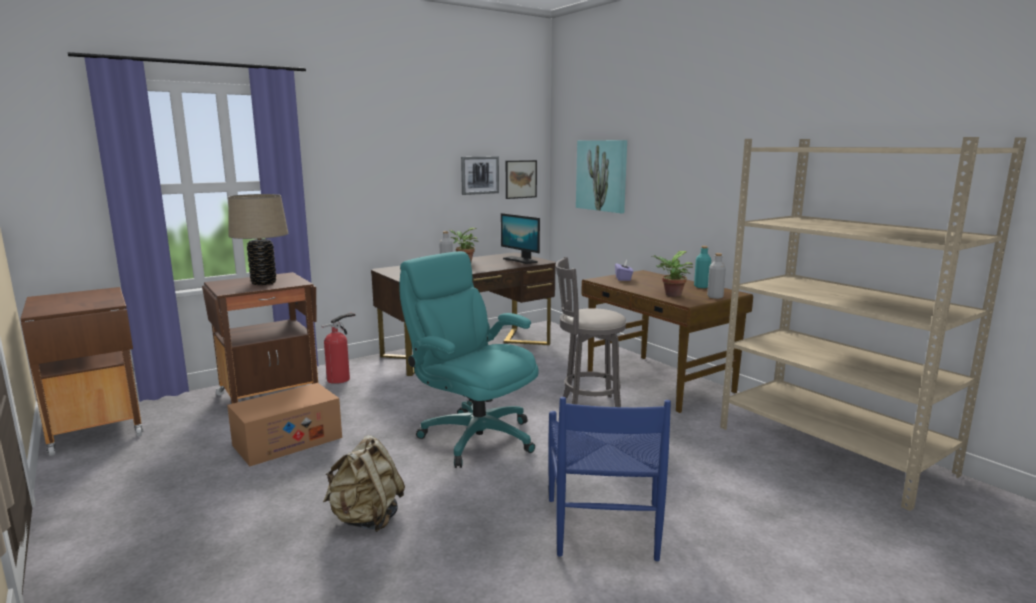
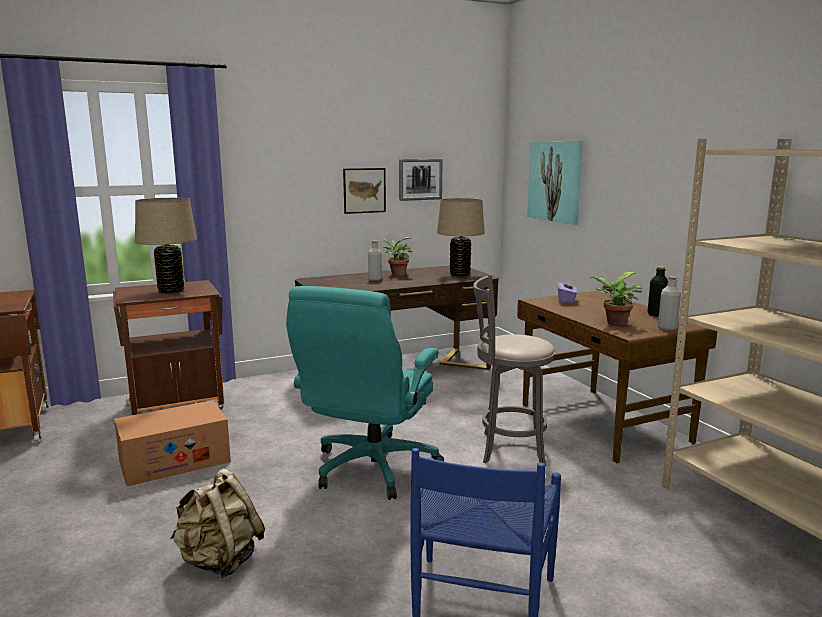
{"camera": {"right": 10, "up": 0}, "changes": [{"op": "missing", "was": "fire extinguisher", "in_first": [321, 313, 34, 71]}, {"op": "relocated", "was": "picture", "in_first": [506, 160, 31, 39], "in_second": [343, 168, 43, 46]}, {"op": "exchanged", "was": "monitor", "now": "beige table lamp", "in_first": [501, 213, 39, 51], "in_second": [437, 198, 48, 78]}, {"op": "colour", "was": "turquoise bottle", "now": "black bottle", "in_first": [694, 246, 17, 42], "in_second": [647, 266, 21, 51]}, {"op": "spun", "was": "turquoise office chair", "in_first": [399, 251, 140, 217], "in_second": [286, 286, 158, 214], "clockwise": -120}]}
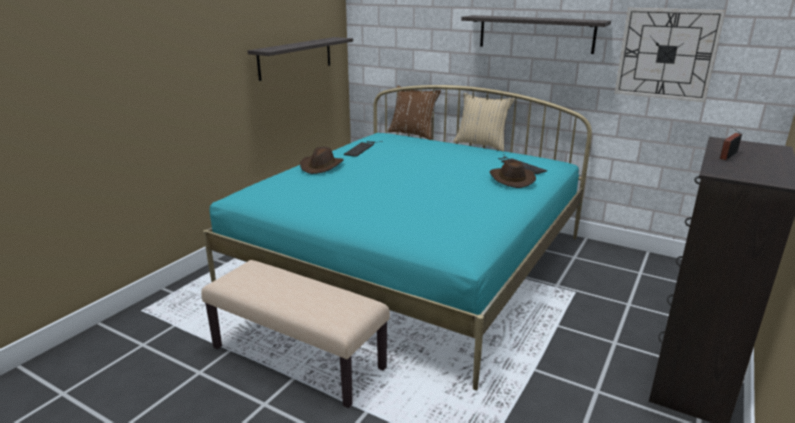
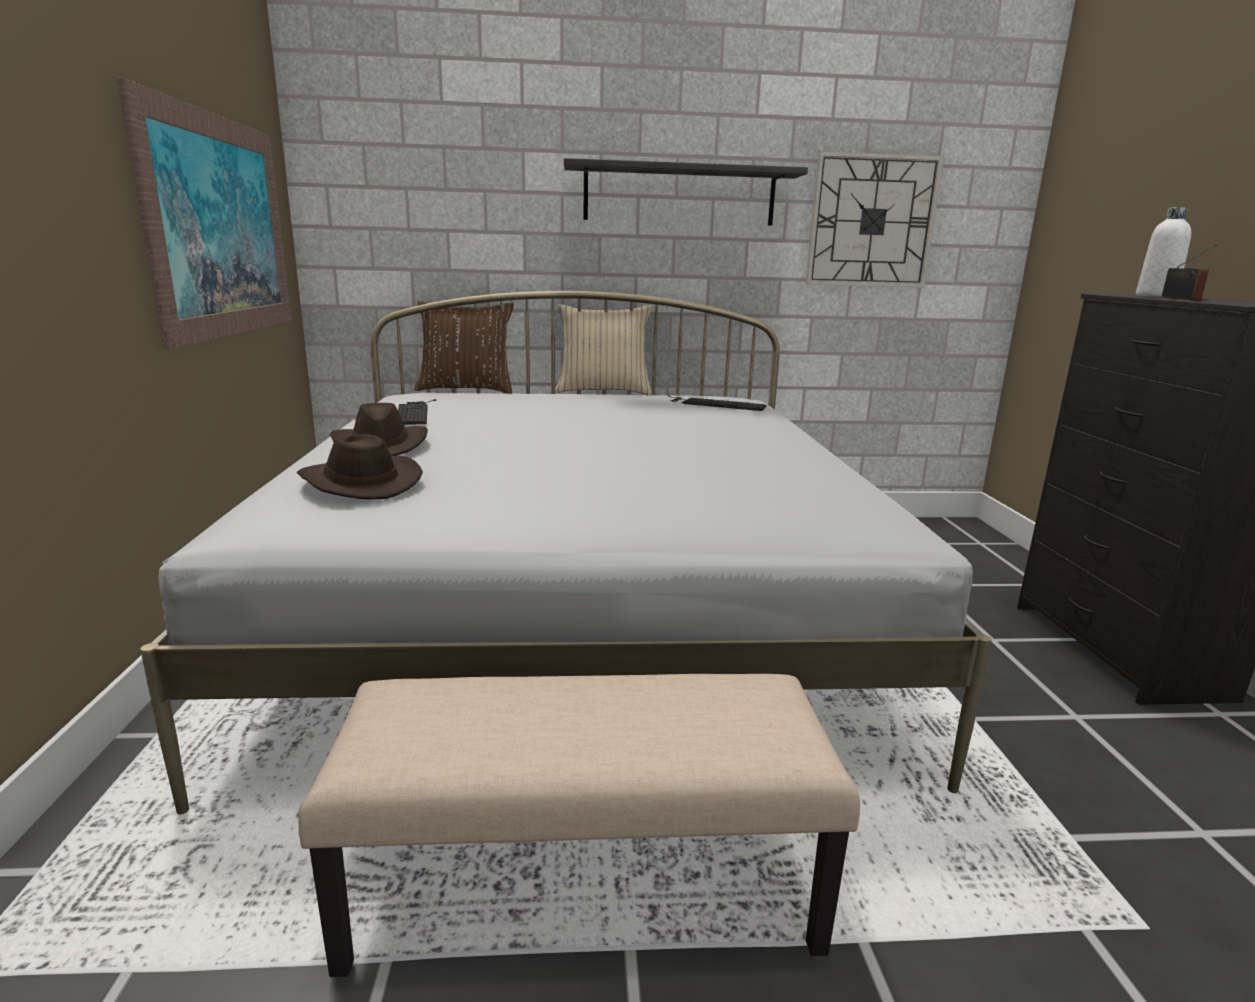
{"camera": {"right": -35, "up": -5}, "changes": [{"op": "appeared", "now": "white bottle", "in_second": [1136, 207, 55, 90]}, {"op": "relocated", "was": "brown hat", "in_first": [489, 160, 47, 28], "in_second": [297, 434, 126, 66]}, {"op": "exchanged", "was": "shelf", "now": "picture", "in_first": [248, 37, 105, 44], "in_second": [117, 78, 175, 271]}, {"op": "colour", "was": "turquoise bed", "now": "white bed", "in_first": [203, 85, 389, 305], "in_second": [140, 291, 852, 524]}]}
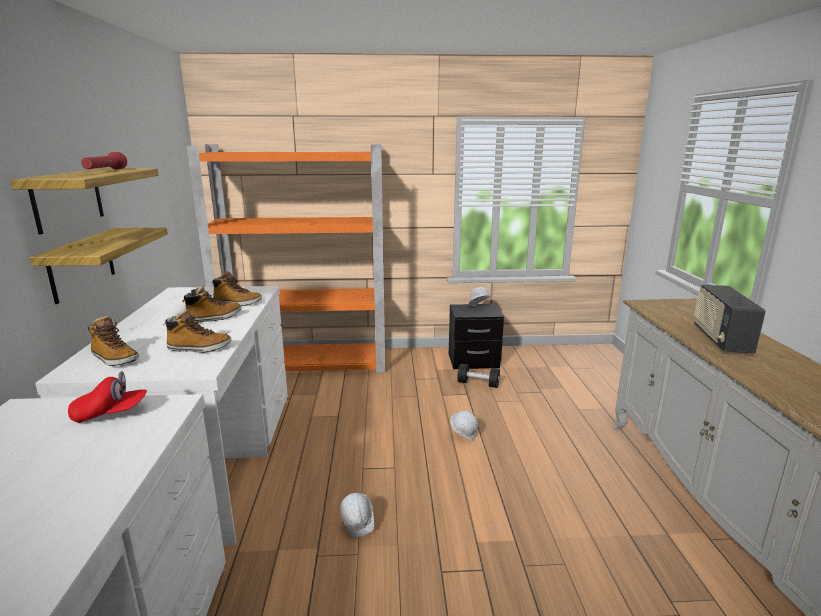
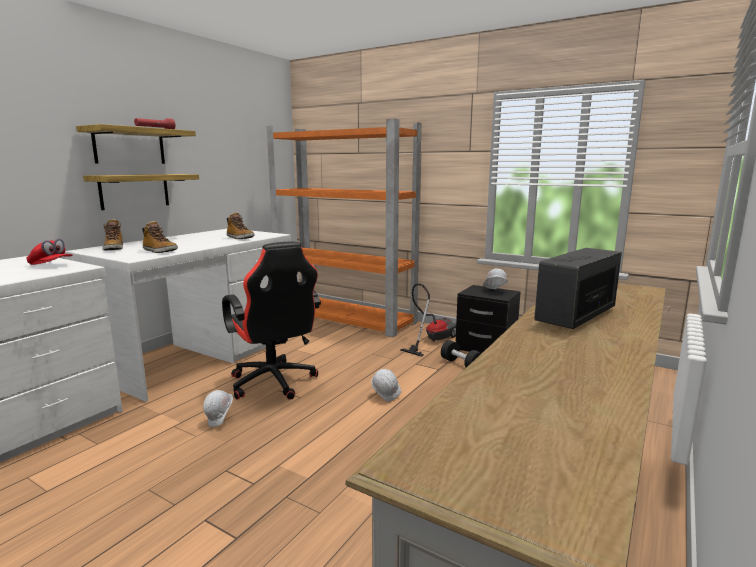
{"camera": {"right": 35, "up": -5}, "changes": [{"op": "missing", "was": "boot", "in_first": [182, 285, 59, 37]}, {"op": "appeared", "now": "black office chair", "in_second": [222, 242, 99, 158]}, {"op": "appeared", "now": "vacuum cleaner", "in_second": [400, 283, 56, 74]}]}
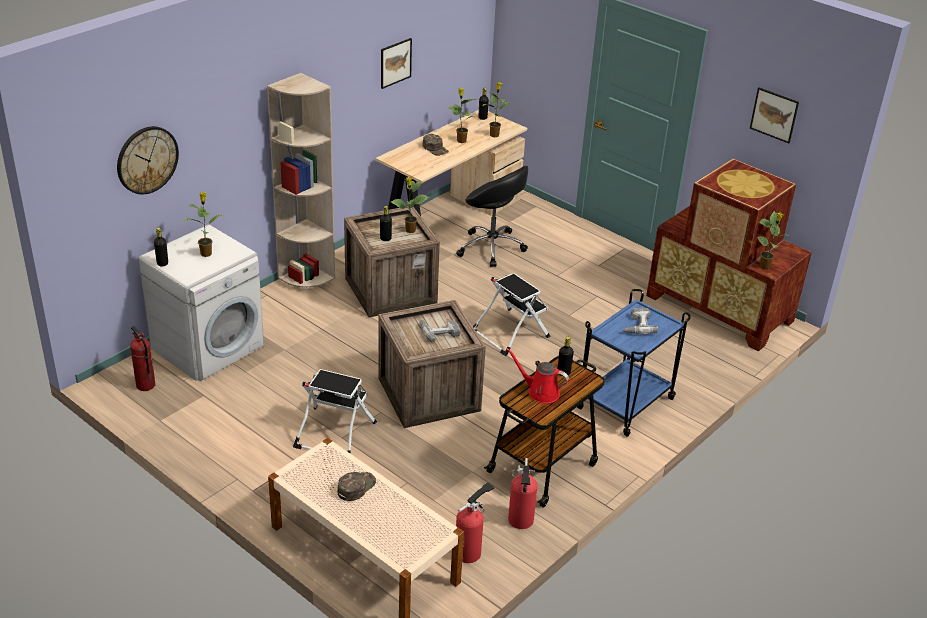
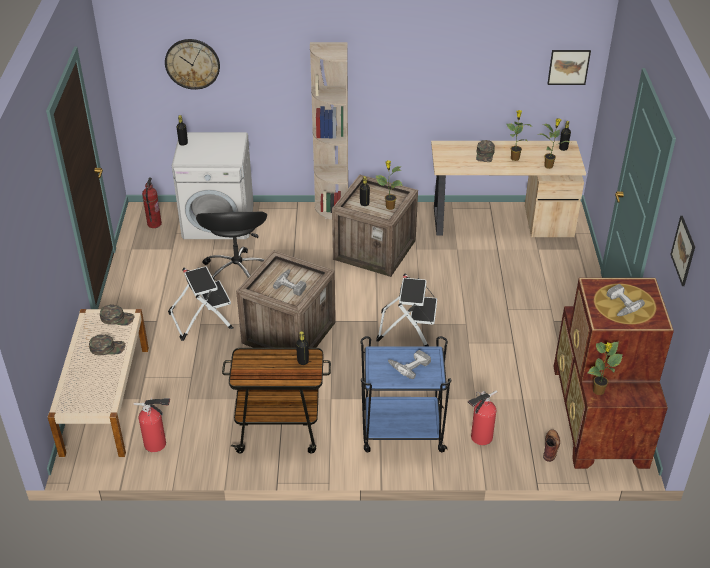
{"camera": {"right": 50, "up": 5}, "changes": [{"op": "missing", "was": "potted plant", "in_first": [184, 192, 38, 65]}, {"op": "missing", "was": "red watering can", "in_first": [506, 348, 63, 55]}, {"op": "appeared", "now": "green cap", "in_second": [100, 304, 35, 22]}, {"op": "appeared", "now": "brown boot", "in_second": [543, 430, 17, 32]}, {"op": "appeared", "now": "power drill", "in_second": [607, 284, 38, 32]}, {"op": "relocated", "was": "picture", "in_first": [381, 38, 31, 51], "in_second": [547, 50, 44, 35]}, {"op": "relocated", "was": "black office chair", "in_first": [456, 166, 72, 101], "in_second": [196, 211, 71, 70]}, {"op": "relocated", "was": "fire extinguisher", "in_first": [508, 458, 30, 71], "in_second": [468, 390, 29, 55]}]}
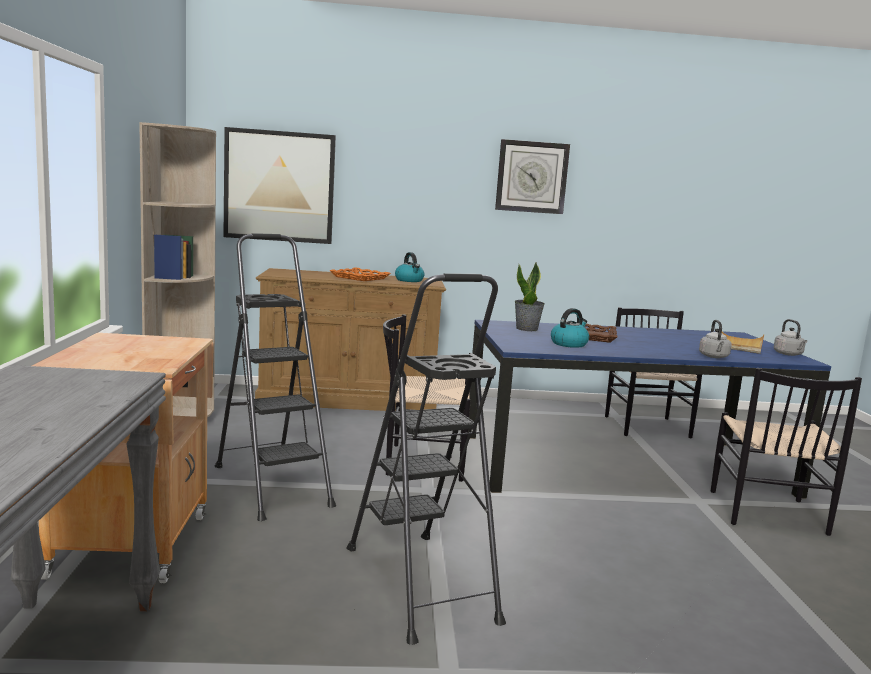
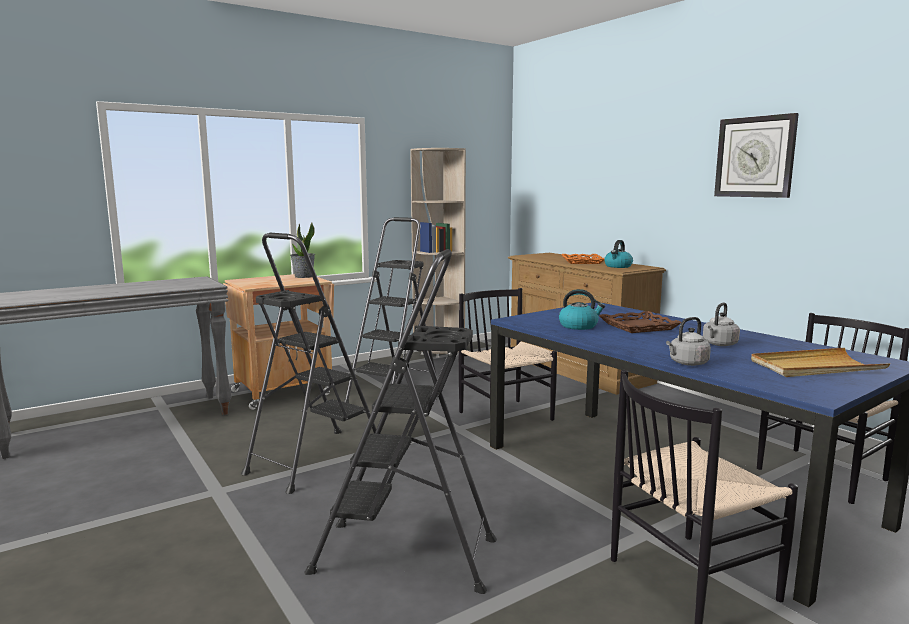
{"camera": {"right": 60, "up": 0}, "changes": [{"op": "missing", "was": "picture", "in_first": [223, 127, 113, 117]}, {"op": "appeared", "now": "step ladder", "in_second": [304, 249, 193, 345]}, {"op": "relocated", "was": "potted plant", "in_first": [515, 263, 30, 68], "in_second": [290, 223, 25, 55]}, {"op": "relocated", "was": "grey kettle", "in_first": [774, 319, 33, 37], "in_second": [703, 303, 37, 43]}]}
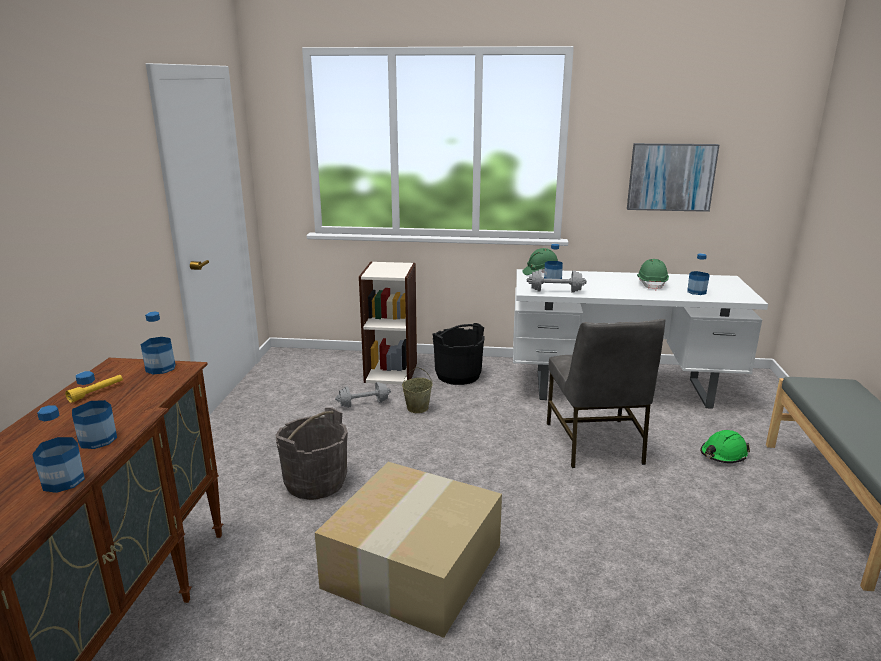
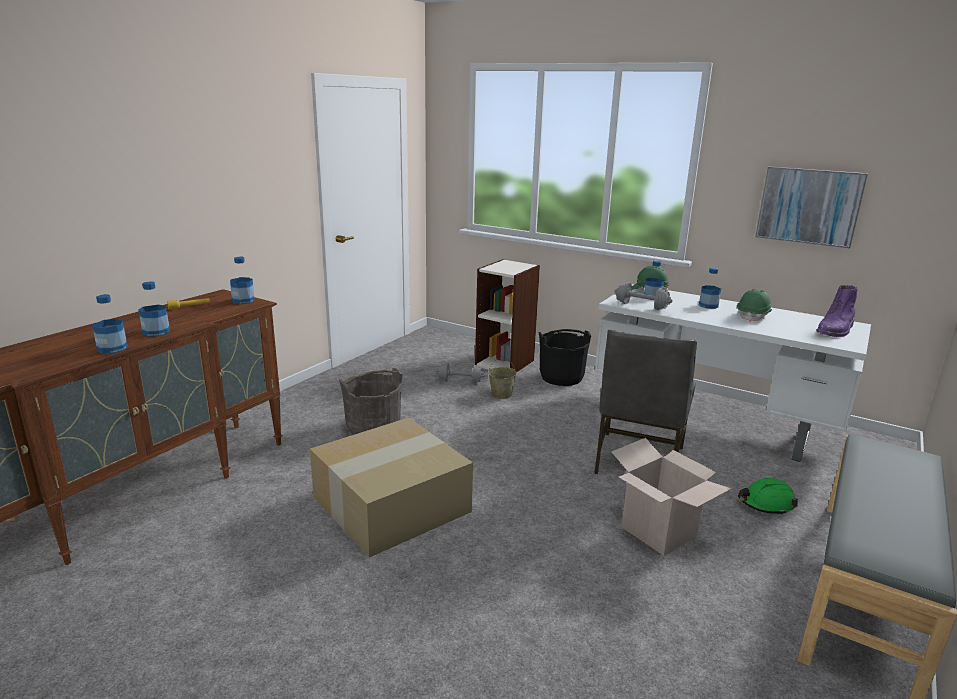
{"camera": {"right": 25, "up": 0}, "changes": [{"op": "appeared", "now": "cardboard box", "in_second": [612, 438, 120, 118]}, {"op": "appeared", "now": "purple boot", "in_second": [816, 285, 42, 52]}, {"op": "relocated", "was": "bottle", "in_first": [687, 253, 23, 42], "in_second": [699, 268, 22, 41]}]}
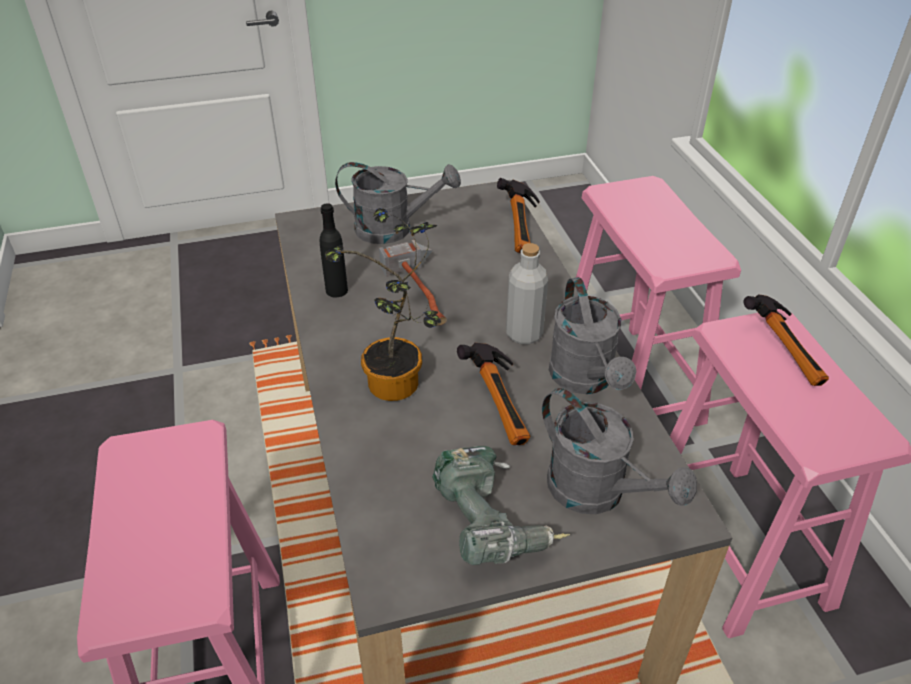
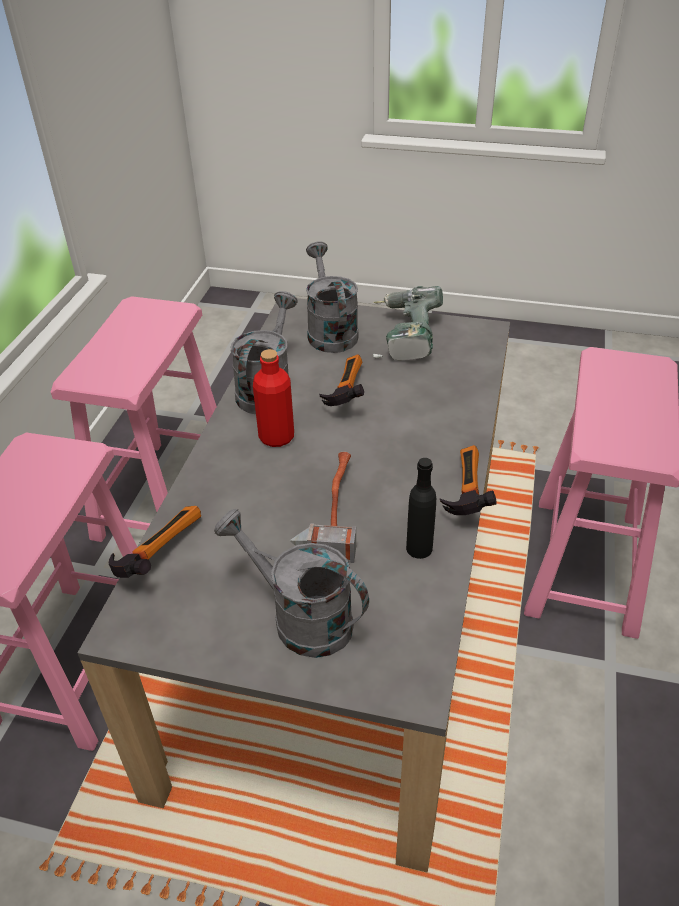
{"camera": {"right": -150, "up": 0}, "changes": [{"op": "missing", "was": "potted plant", "in_first": [325, 208, 116, 193]}, {"op": "relocated", "was": "hammer", "in_first": [743, 294, 86, 92], "in_second": [440, 445, 57, 70]}, {"op": "colour", "was": "grey bottle", "now": "red bottle", "in_first": [506, 243, 42, 101], "in_second": [253, 349, 41, 98]}]}
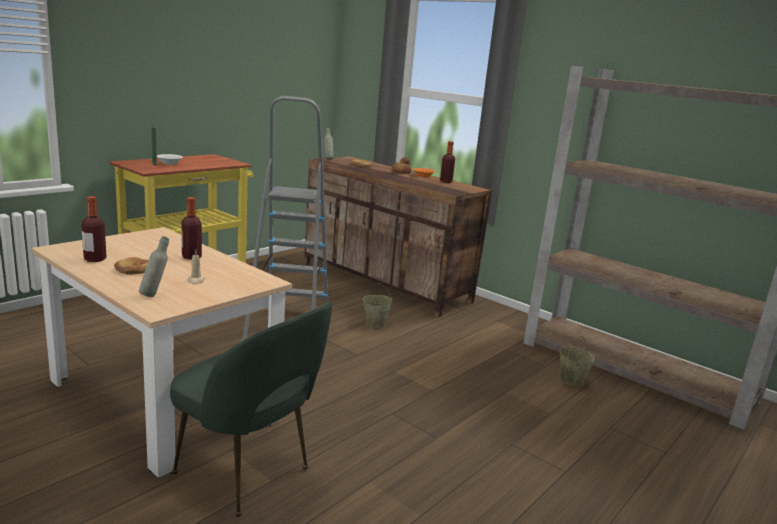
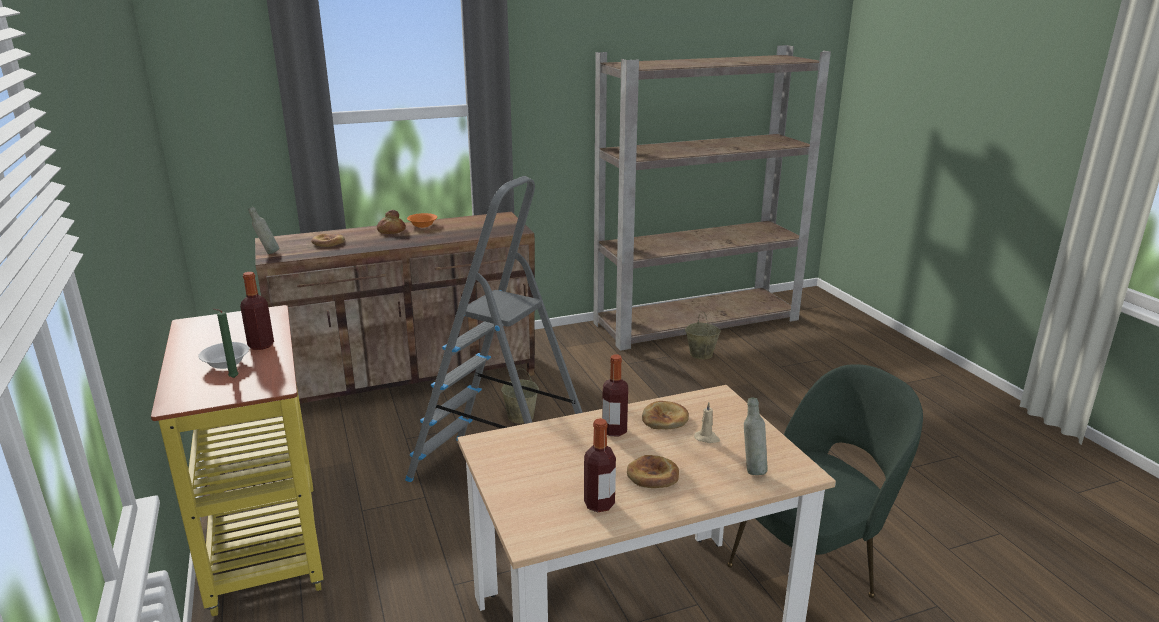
{"camera": {"right": -60, "up": 5}, "changes": [{"op": "appeared", "now": "bread", "in_second": [642, 401, 47, 28]}, {"op": "relocated", "was": "bottle", "in_first": [440, 141, 15, 42], "in_second": [240, 272, 34, 78]}]}
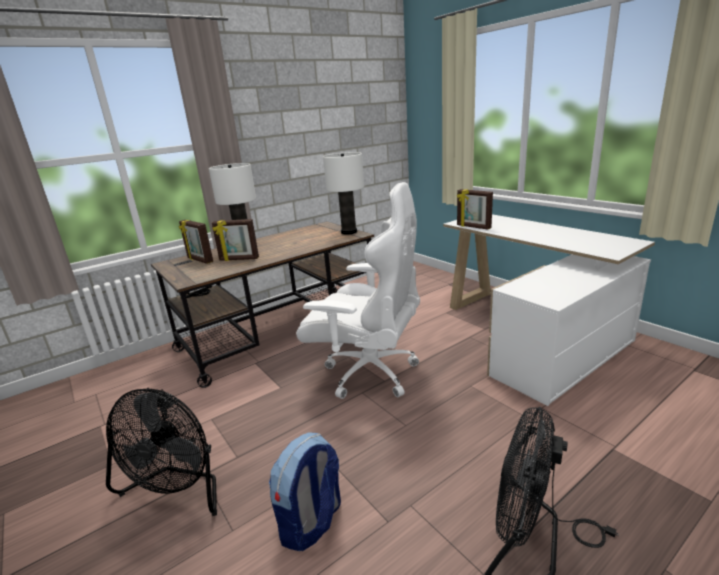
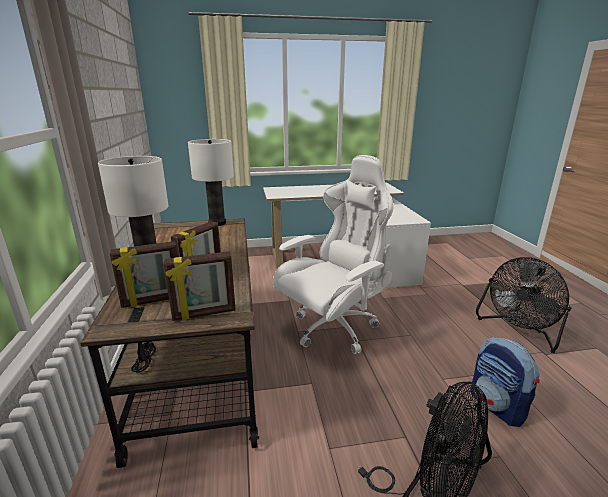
{"camera": {"right": -65, "up": 0}, "changes": [{"op": "relocated", "was": "picture frame", "in_first": [457, 189, 36, 41], "in_second": [164, 251, 72, 70]}]}
